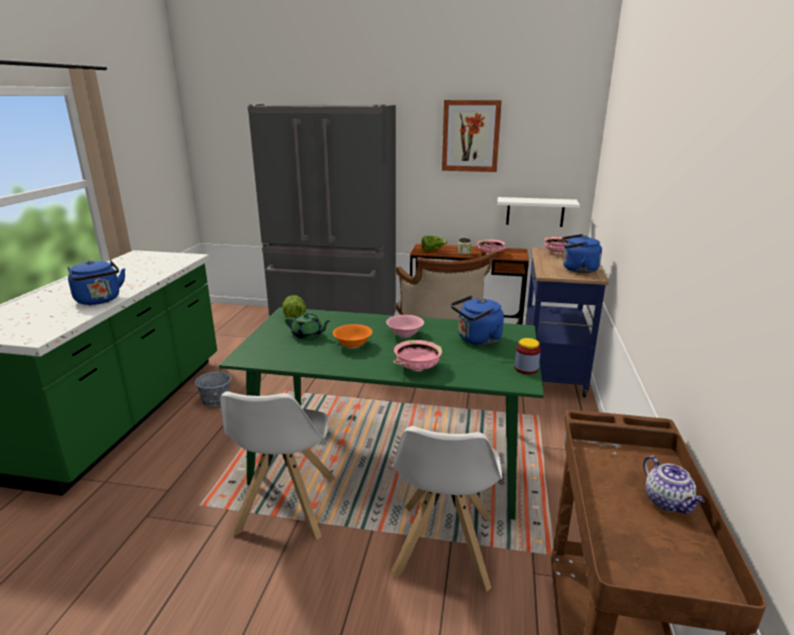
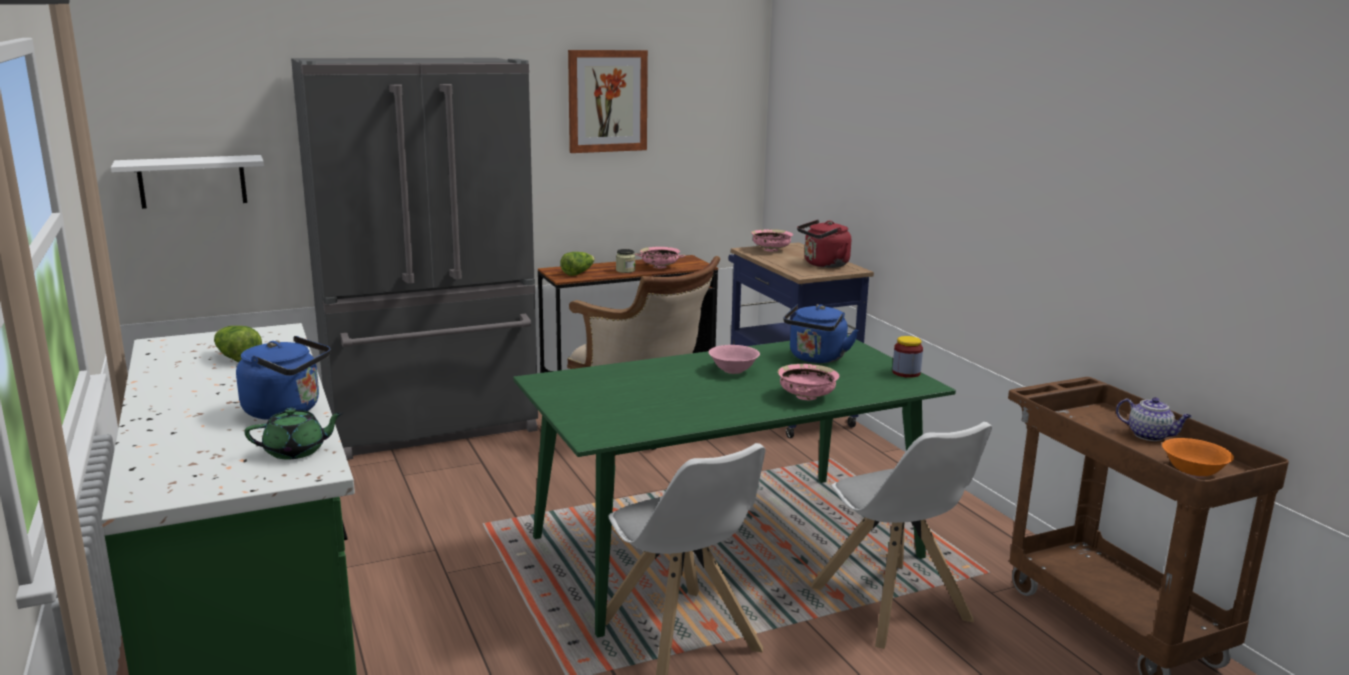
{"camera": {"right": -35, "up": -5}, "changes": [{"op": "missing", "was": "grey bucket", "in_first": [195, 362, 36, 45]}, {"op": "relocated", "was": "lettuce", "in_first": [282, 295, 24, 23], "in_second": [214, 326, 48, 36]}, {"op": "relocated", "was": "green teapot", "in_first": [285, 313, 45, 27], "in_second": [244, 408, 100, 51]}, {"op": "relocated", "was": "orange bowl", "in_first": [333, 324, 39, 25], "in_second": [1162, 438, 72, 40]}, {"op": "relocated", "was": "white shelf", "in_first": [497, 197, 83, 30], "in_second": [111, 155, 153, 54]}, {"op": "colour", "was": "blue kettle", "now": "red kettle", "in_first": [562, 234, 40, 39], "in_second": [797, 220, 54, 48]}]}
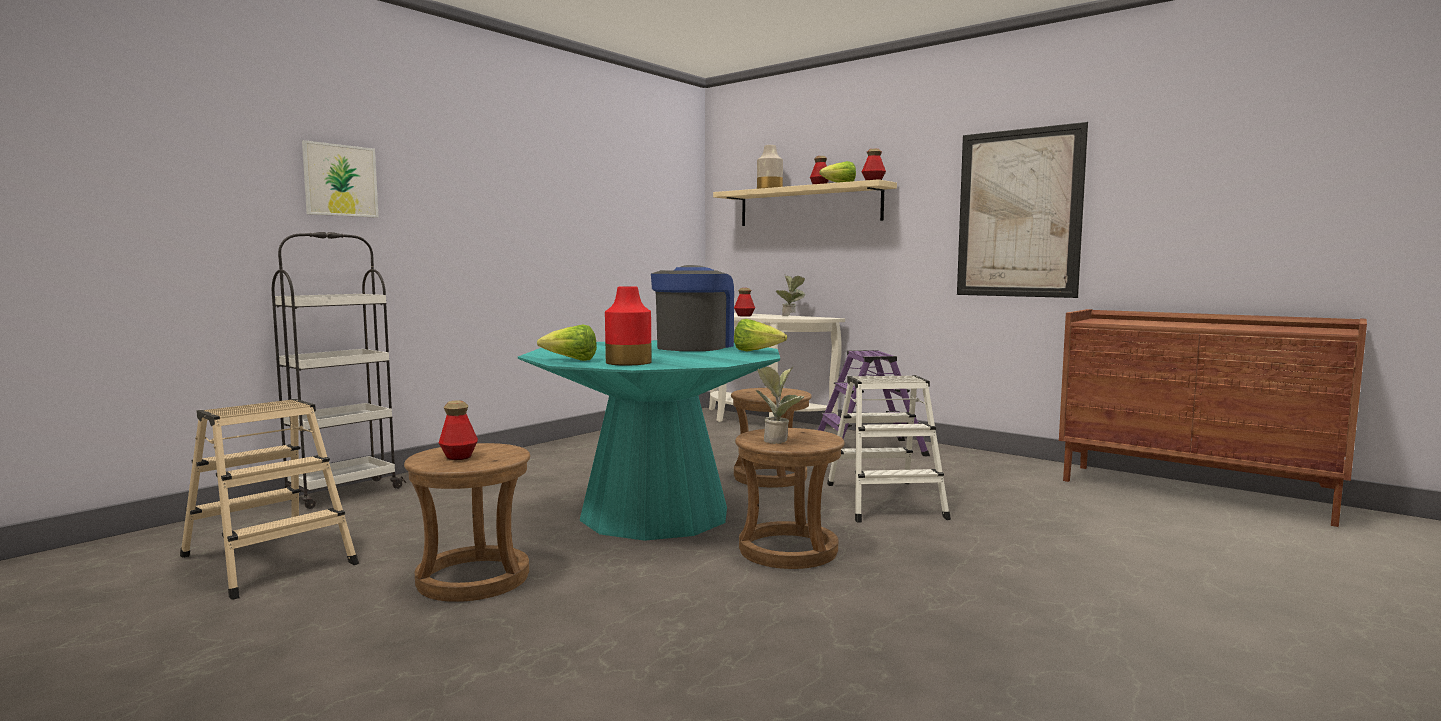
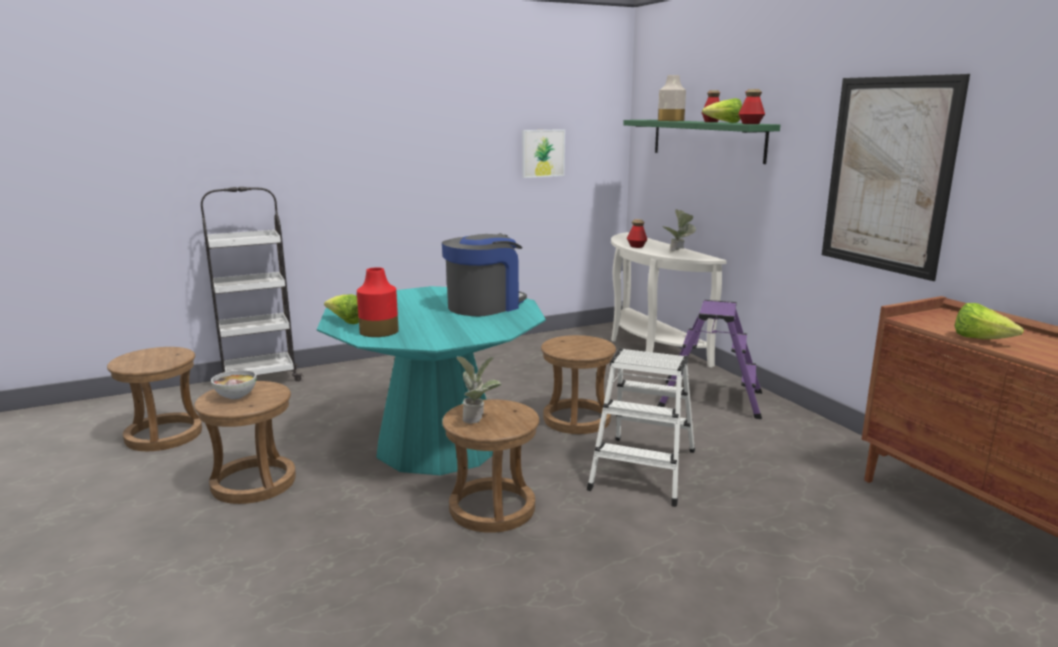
{"camera": {"right": 25, "up": 10}, "changes": [{"op": "relocated", "was": "picture", "in_first": [302, 140, 77, 78], "in_second": [522, 129, 43, 49]}, {"op": "relocated", "was": "lettuce", "in_first": [734, 319, 53, 32], "in_second": [955, 303, 69, 36]}, {"op": "exchanged", "was": "beige step ladder", "now": "brown stool", "in_first": [180, 399, 179, 201], "in_second": [107, 347, 95, 104]}, {"op": "exchanged", "was": "bottle", "now": "bowl", "in_first": [439, 400, 39, 60], "in_second": [211, 370, 45, 30]}, {"op": "colour", "was": "beige shelf", "now": "green shelf", "in_first": [713, 179, 184, 47], "in_second": [623, 120, 157, 44]}]}
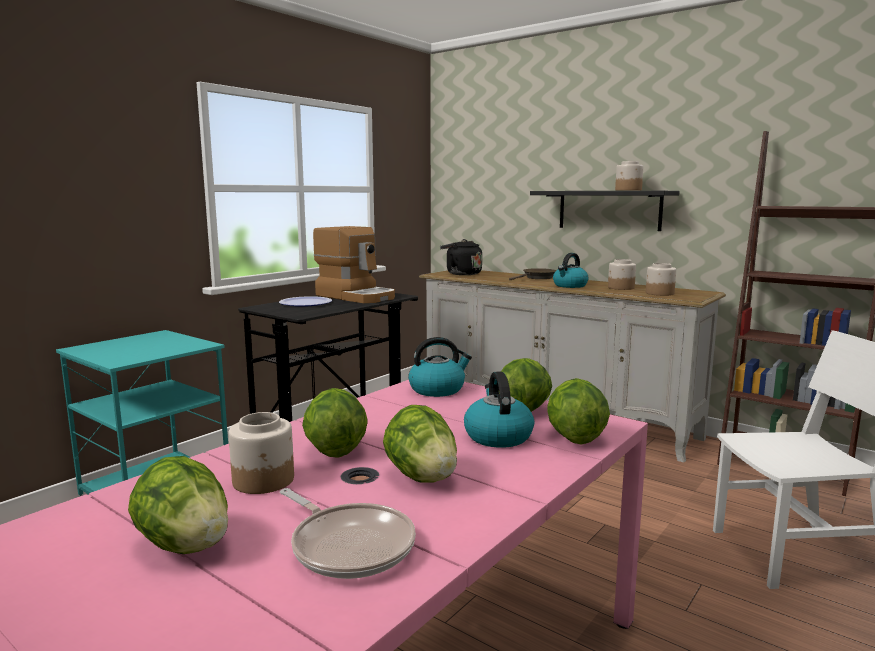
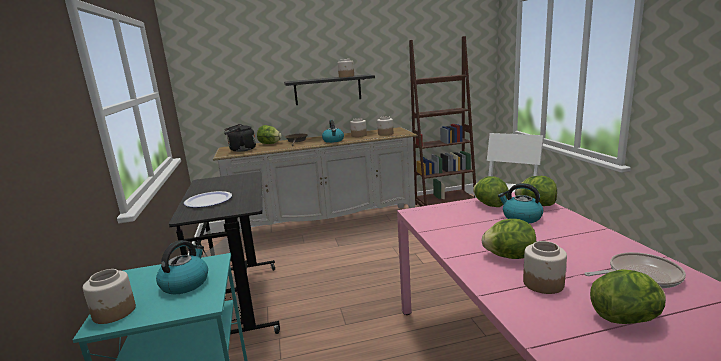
{"camera": {"right": -50, "up": 5}, "changes": [{"op": "missing", "was": "coffee machine", "in_first": [313, 226, 82, 77]}, {"op": "appeared", "now": "jar", "in_second": [83, 269, 53, 55]}, {"op": "relocated", "was": "lettuce", "in_first": [383, 405, 74, 78], "in_second": [257, 125, 25, 19]}, {"op": "relocated", "was": "kettle", "in_first": [408, 337, 64, 60], "in_second": [156, 240, 52, 54]}]}
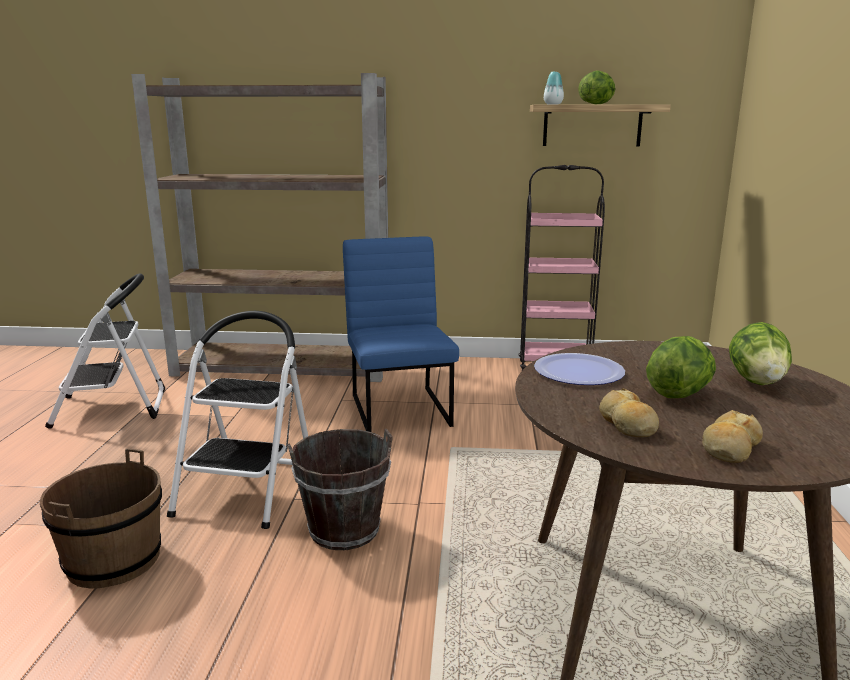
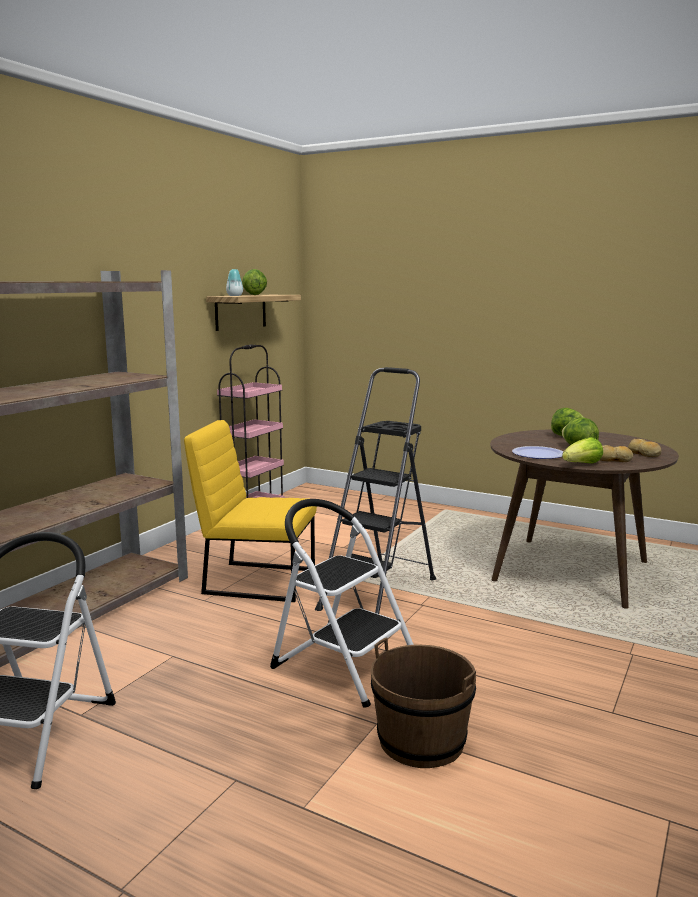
{"camera": {"right": -65, "up": -5}, "changes": [{"op": "missing", "was": "brown bucket", "in_first": [287, 429, 106, 121]}, {"op": "appeared", "now": "step ladder", "in_second": [315, 367, 121, 247]}, {"op": "appeared", "now": "lettuce", "in_second": [562, 437, 41, 26]}, {"op": "colour", "was": "blue chair", "now": "yellow chair", "in_first": [343, 236, 116, 196], "in_second": [184, 420, 133, 182]}]}
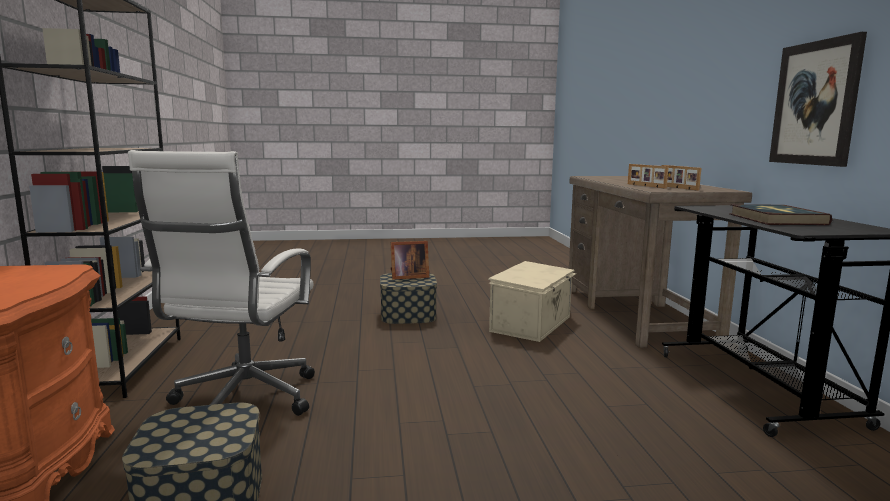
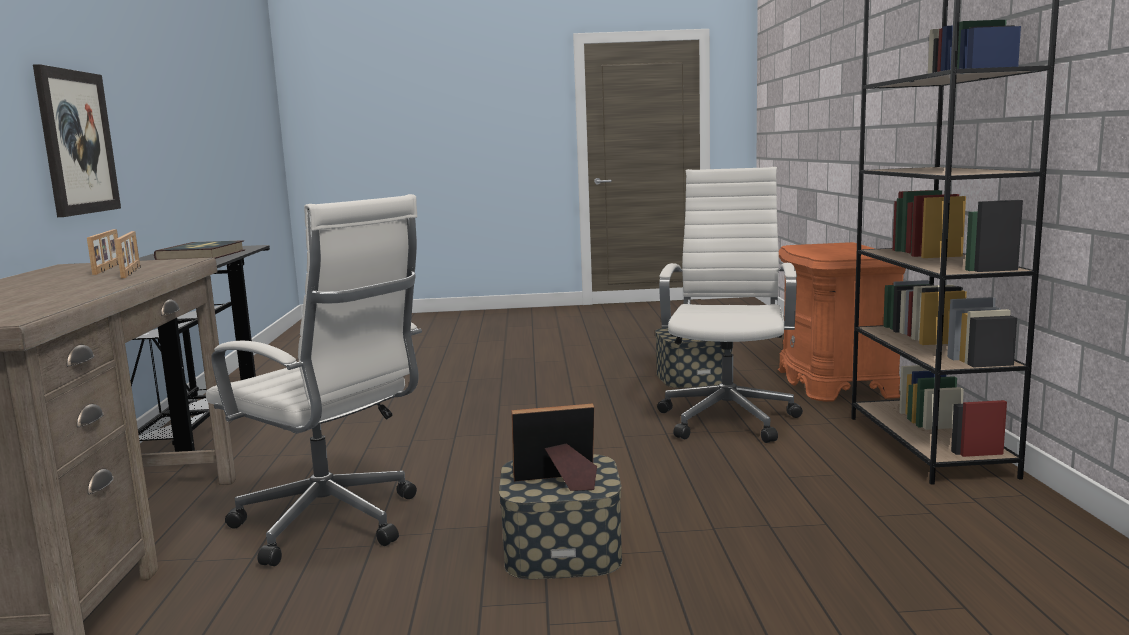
{"camera": {"right": -175, "up": 0}, "changes": [{"op": "exchanged", "was": "beige storage box", "now": "white office chair", "in_first": [488, 261, 88, 81], "in_second": [206, 194, 216, 372]}]}
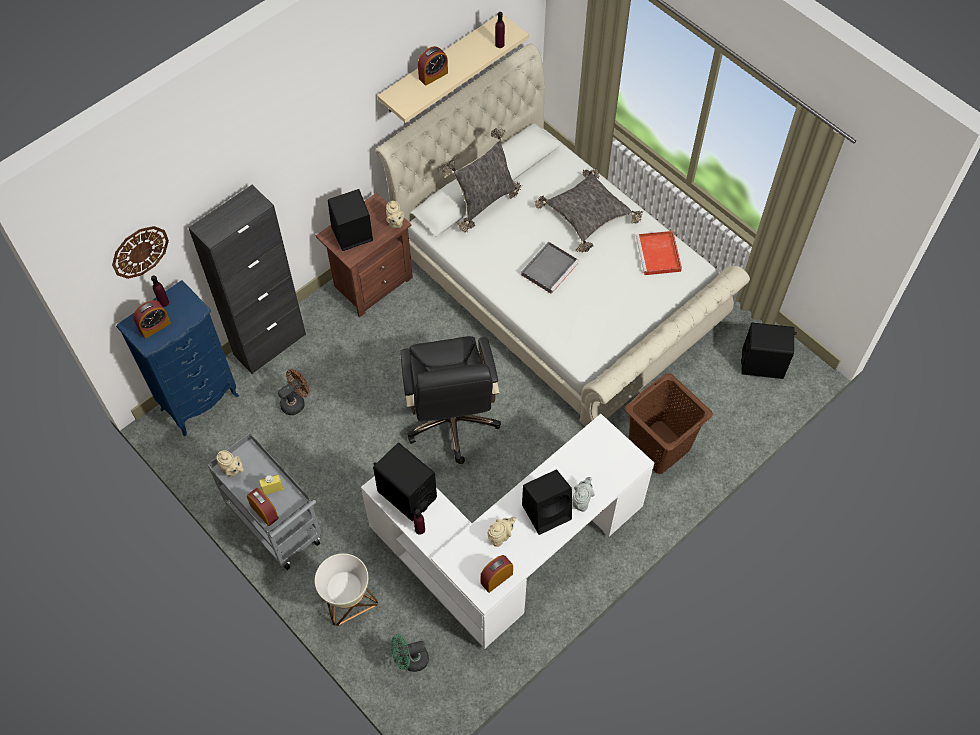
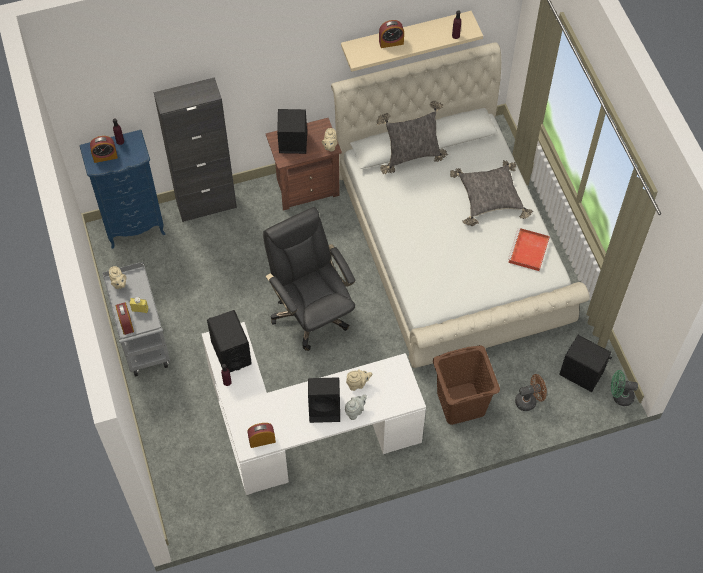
{"camera": {"right": 25, "up": 0}, "changes": [{"op": "missing", "was": "wall clock", "in_first": [112, 226, 57, 53]}, {"op": "missing", "was": "planter", "in_first": [315, 553, 63, 73]}, {"op": "missing", "was": "grey tray", "in_first": [521, 242, 58, 52]}, {"op": "relocated", "was": "brown fan", "in_first": [278, 369, 32, 46], "in_second": [515, 374, 32, 37]}, {"op": "relocated", "was": "green fan", "in_first": [391, 634, 38, 38], "in_second": [611, 370, 27, 36]}, {"op": "relocated", "was": "beige teapot", "in_first": [488, 517, 28, 30], "in_second": [346, 369, 26, 22]}, {"op": "spun", "was": "black office chair", "in_first": [400, 336, 101, 128], "in_second": [263, 207, 92, 144], "clockwise": 135}]}
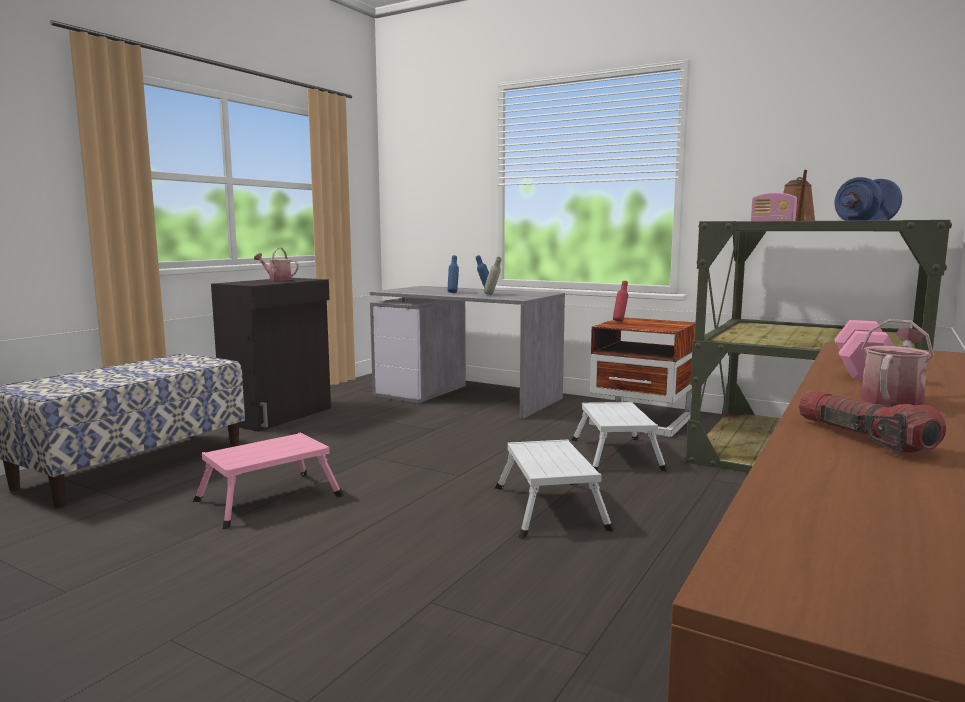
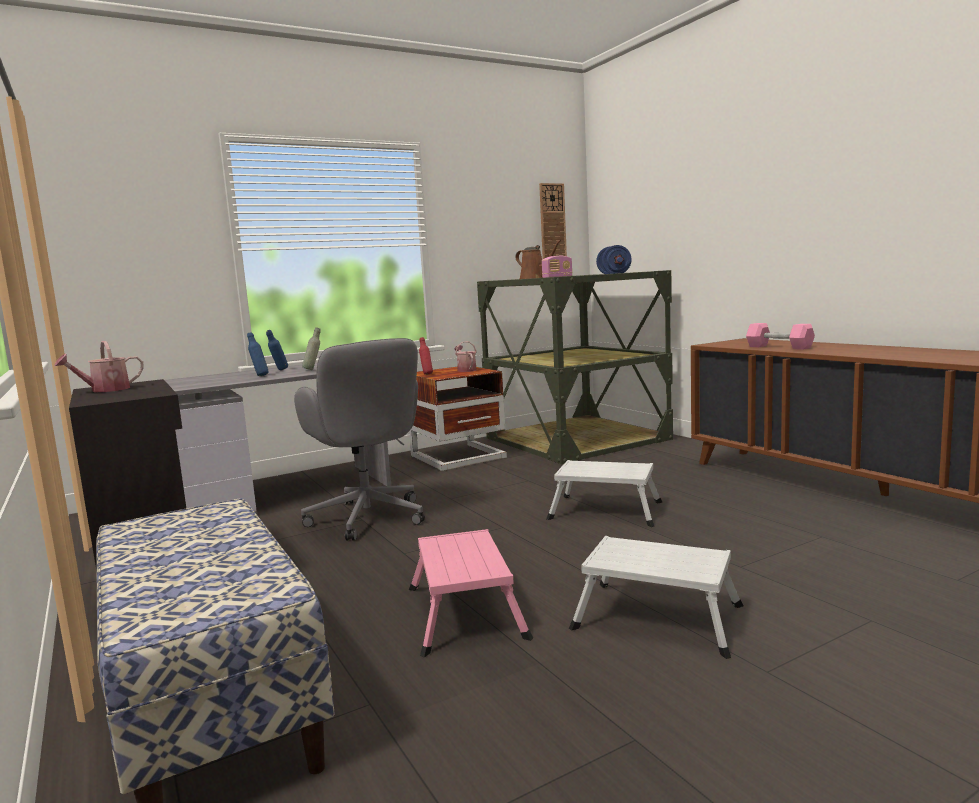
{"camera": {"right": -60, "up": 0}, "changes": [{"op": "missing", "was": "flashlight", "in_first": [799, 390, 147, 63]}, {"op": "appeared", "now": "grey office chair", "in_second": [294, 338, 131, 203]}, {"op": "appeared", "now": "wall clock", "in_second": [539, 183, 28, 76]}, {"op": "relocated", "was": "white step ladder", "in_first": [571, 402, 97, 70], "in_second": [569, 536, 175, 123]}, {"op": "relocated", "was": "watering can", "in_first": [860, 319, 74, 88], "in_second": [454, 341, 23, 31]}]}
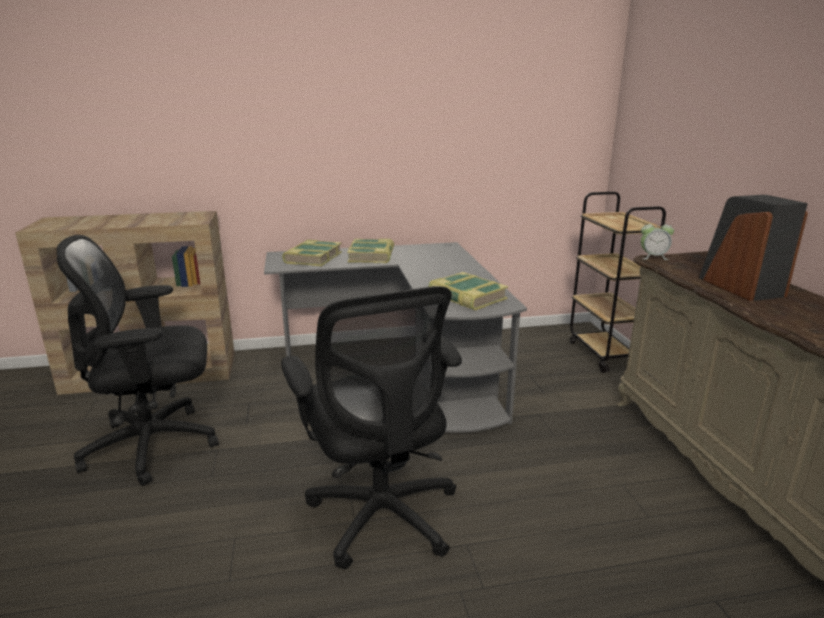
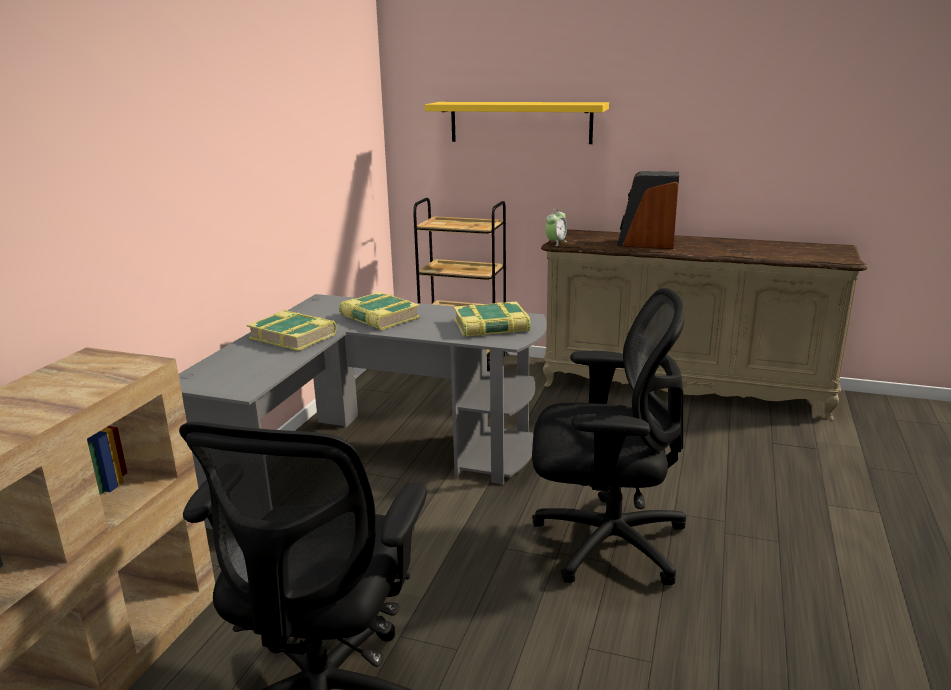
{"camera": {"right": -60, "up": 0}, "changes": [{"op": "appeared", "now": "yellow shelf", "in_second": [425, 102, 184, 42]}, {"op": "relocated", "was": "book", "in_first": [282, 239, 60, 27], "in_second": [339, 292, 81, 38]}]}
